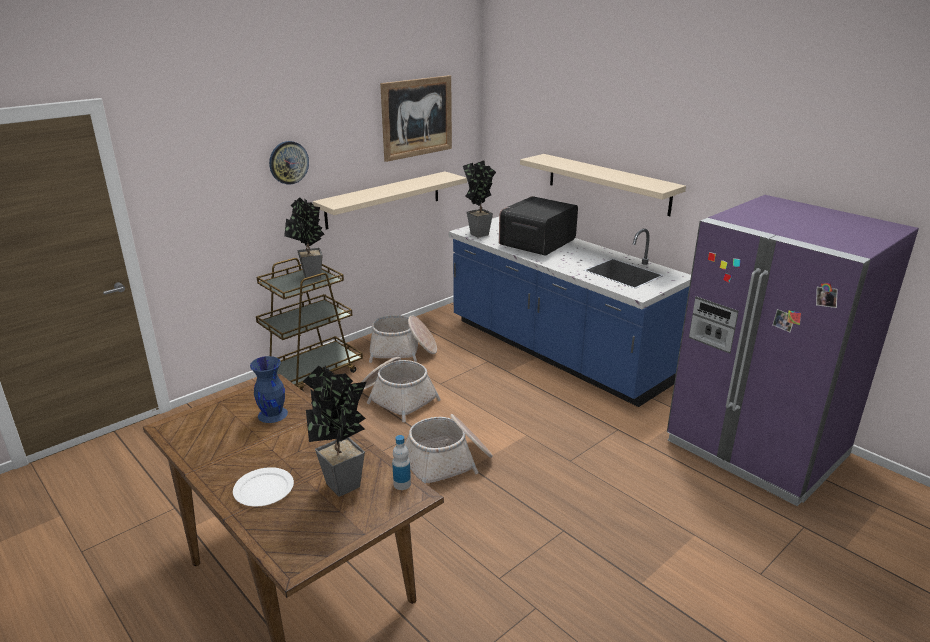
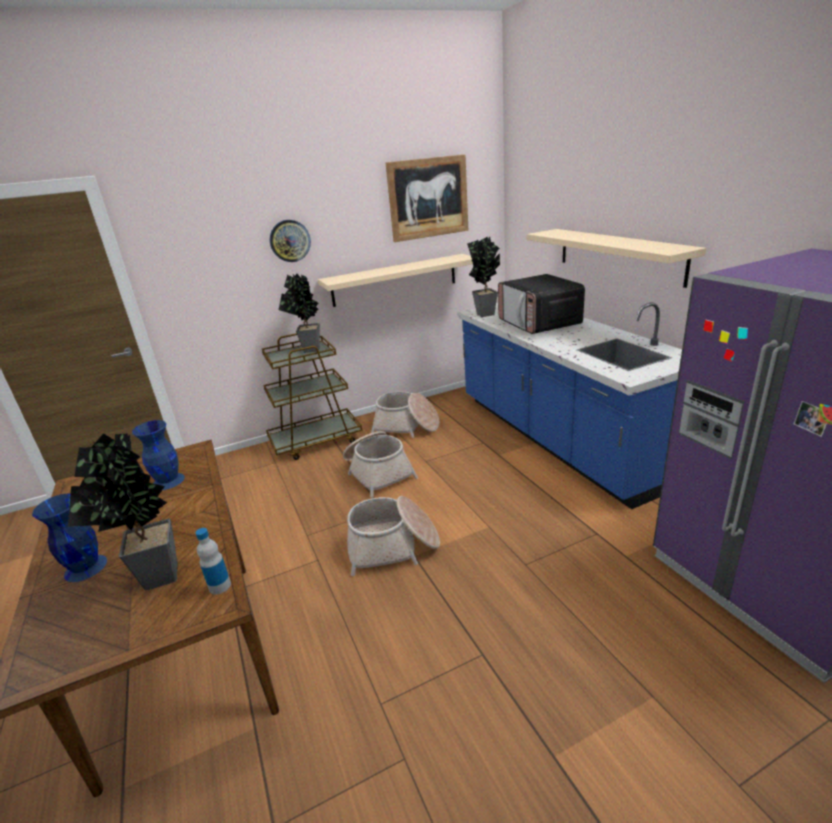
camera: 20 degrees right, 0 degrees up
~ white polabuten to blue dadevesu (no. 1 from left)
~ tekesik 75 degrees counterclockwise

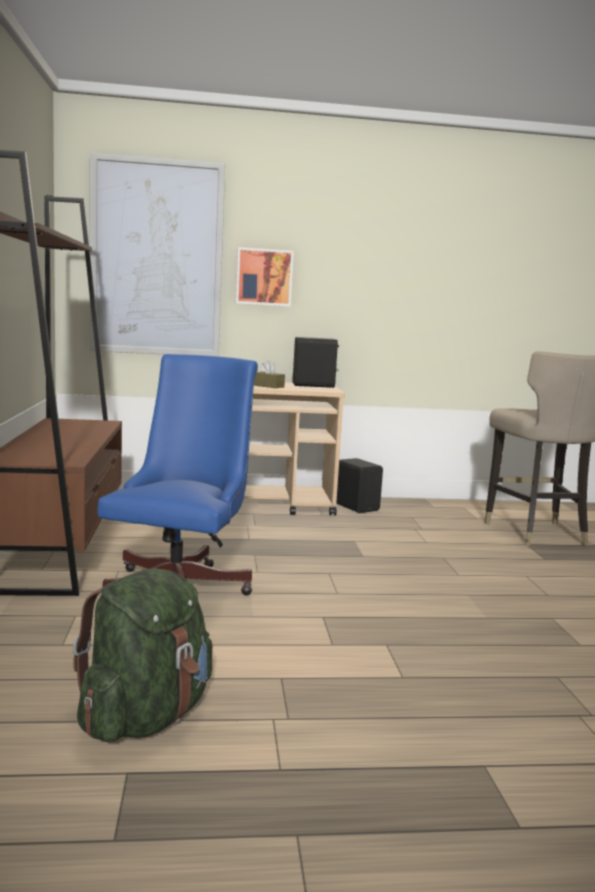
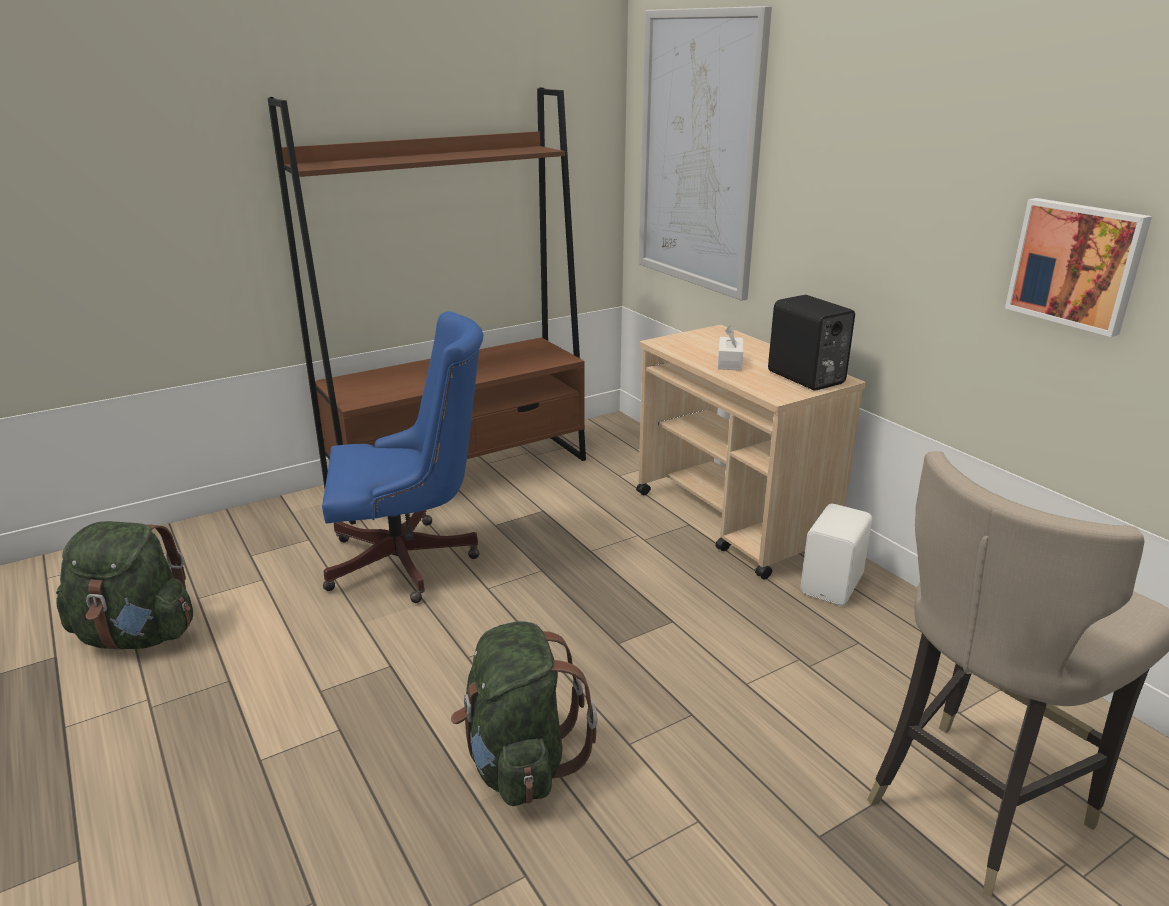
camera: 65 degrees right, 15 degrees up
+ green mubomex (no. 2 from left)
~ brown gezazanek to white gezazanek
~ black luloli (no. 2 from left) to white luloli
~ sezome (no. 2 from left)

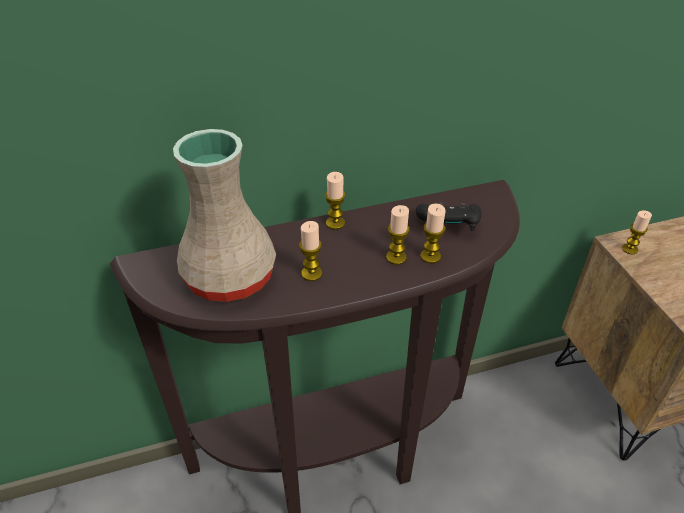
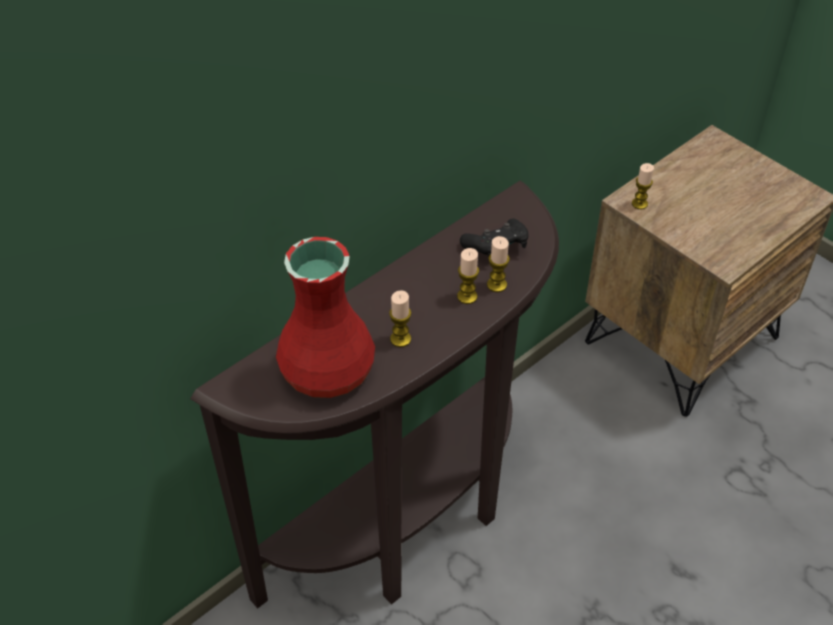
camera: 25 degrees left, 5 degrees up
~ beige dadevesu to red dadevesu
- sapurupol (no. 2 from left)

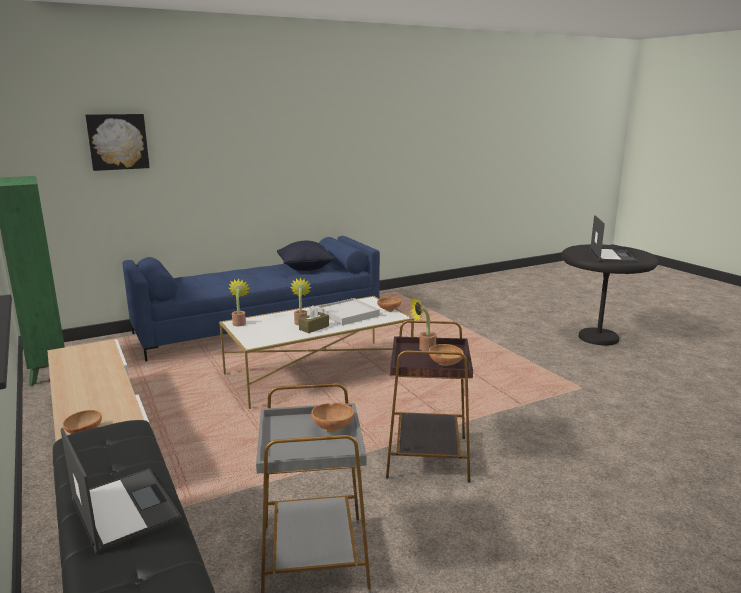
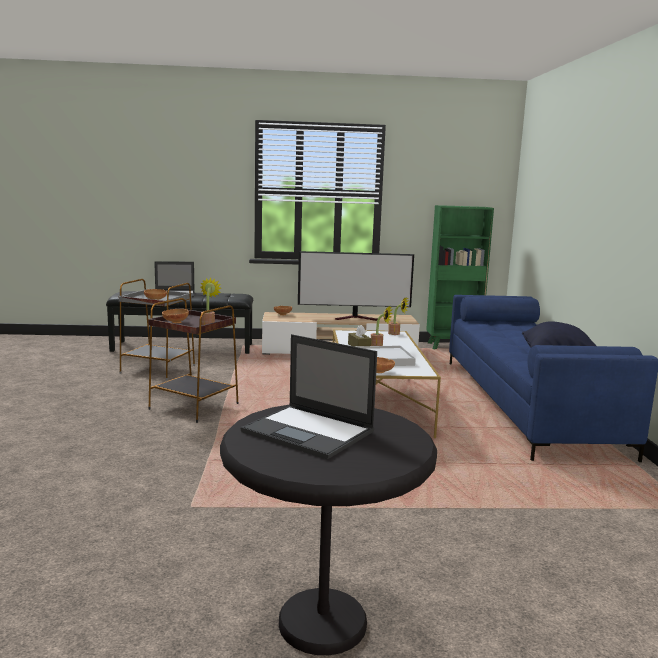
camera: 115 degrees right, 5 degrees down
+ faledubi
- sezome

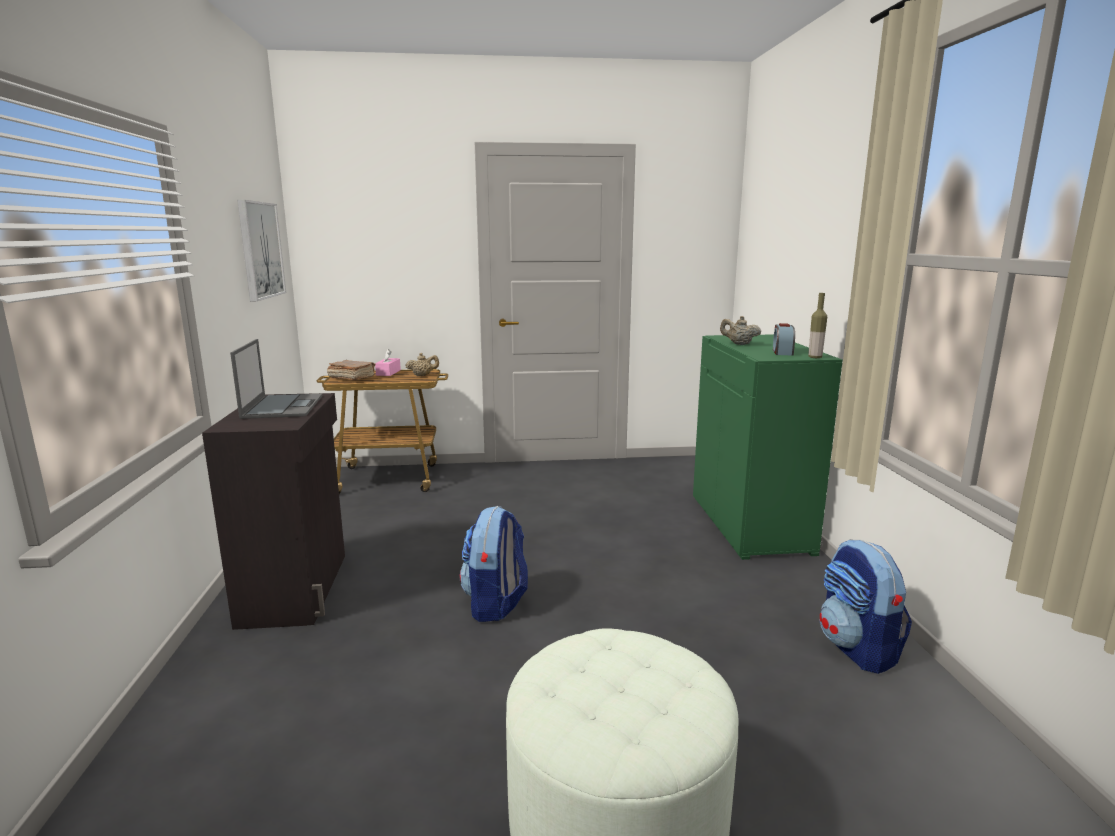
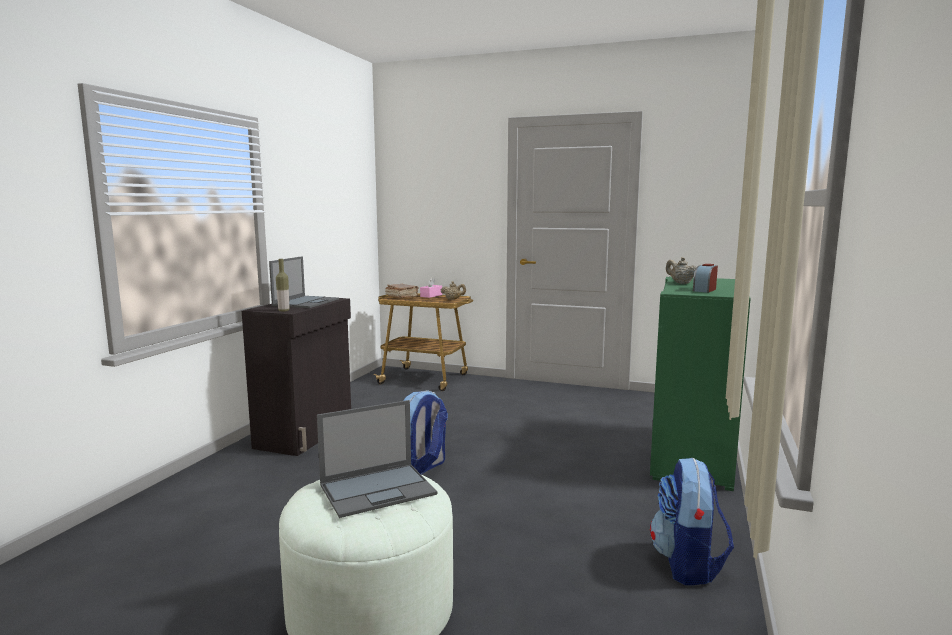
camera: 25 degrees right, 5 degrees down
~ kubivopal
+ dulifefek (no. 2 from left)
- sezome

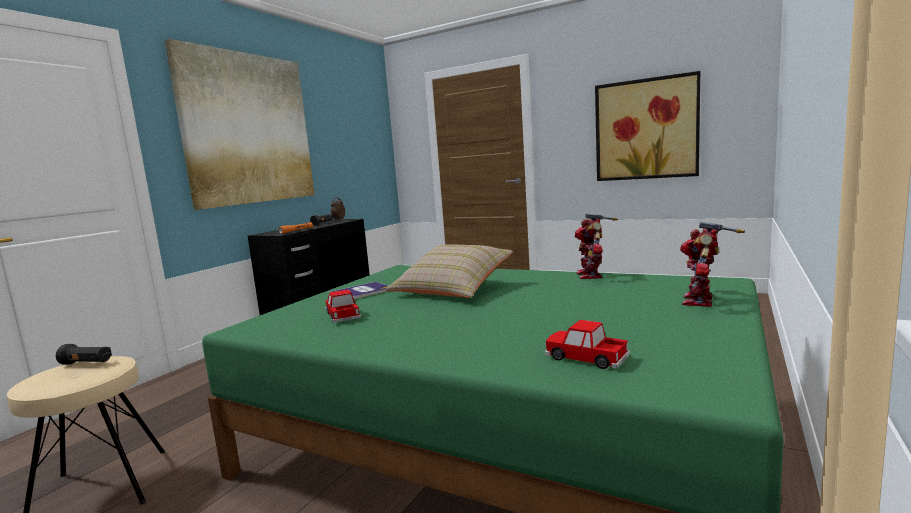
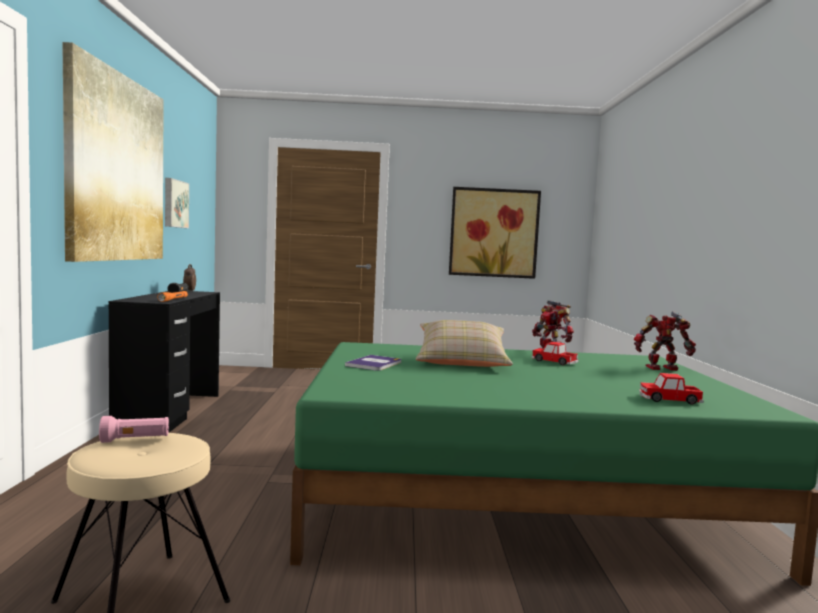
camera: 30 degrees left, 5 degrees down
~ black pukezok (no. 1 from left) to pink pukezok
+ sezome (no. 2 from left)
~ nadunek (no. 1 from left)
~ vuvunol (no. 2 from left) 90 degrees clockwise

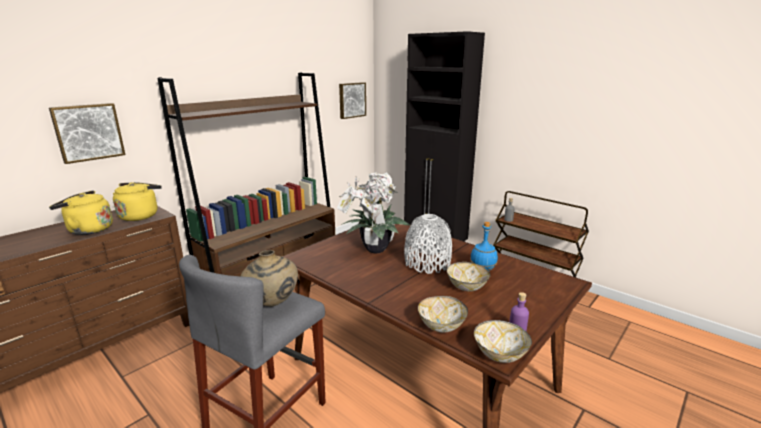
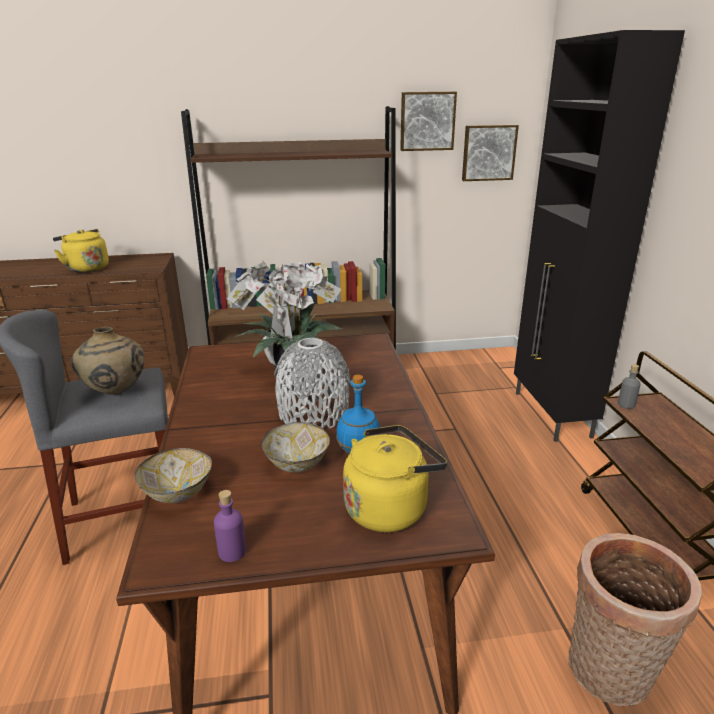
camera: 40 degrees right, 5 degrees up
~ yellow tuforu (no. 2 from left)
~ sezome (no. 1 from left)
+ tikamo
- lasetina (no. 3 from left)

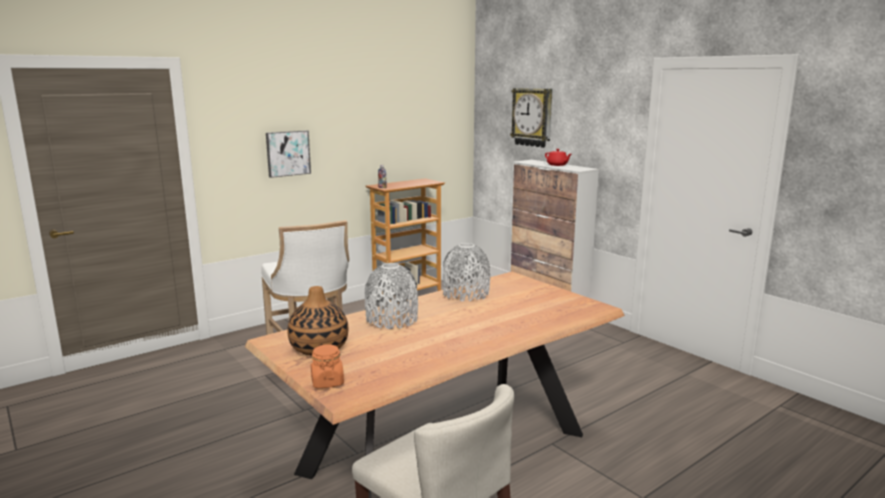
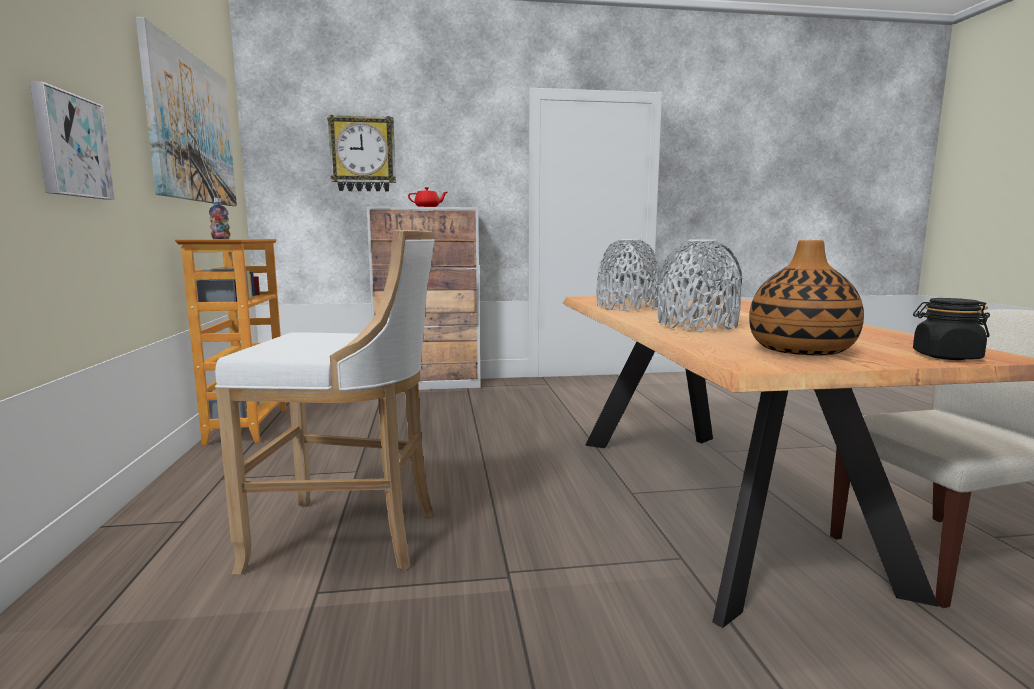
camera: 60 degrees left, 5 degrees down
+ sezome (no. 2 from left)
~ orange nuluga to black nuluga

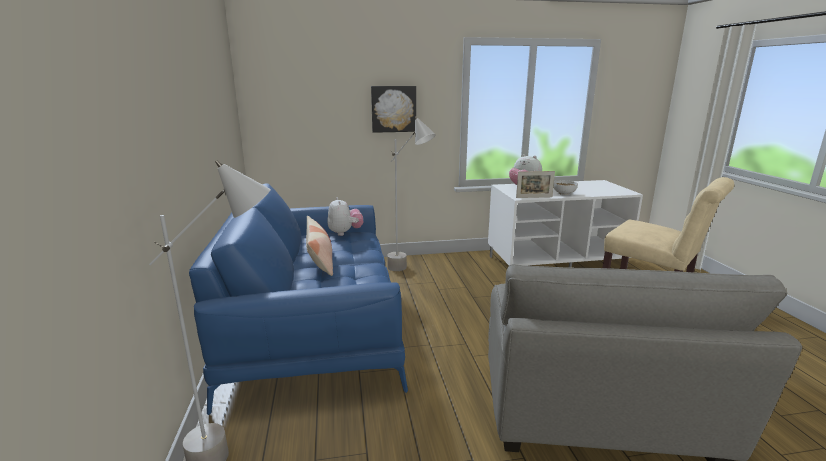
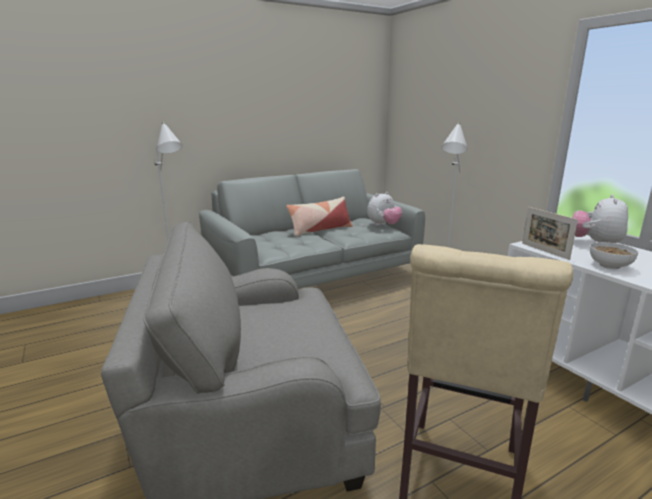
camera: 70 degrees right, 0 degrees up
~ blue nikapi to grey nikapi
- sezome

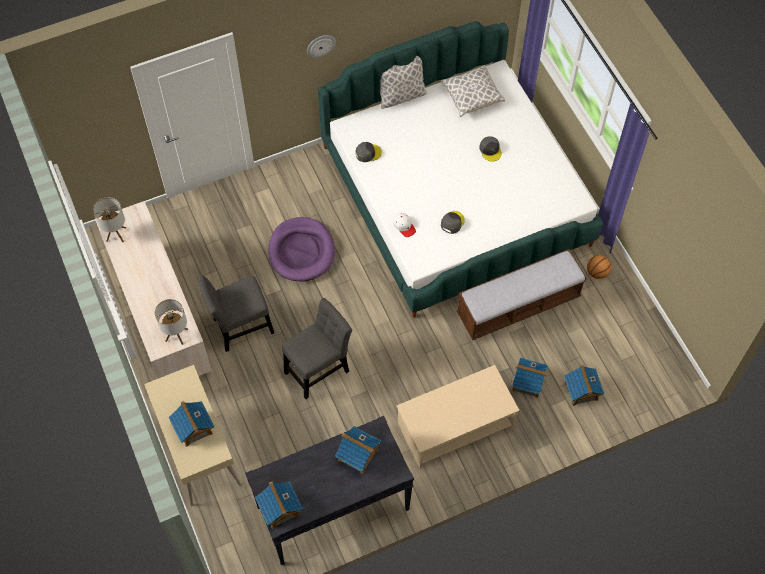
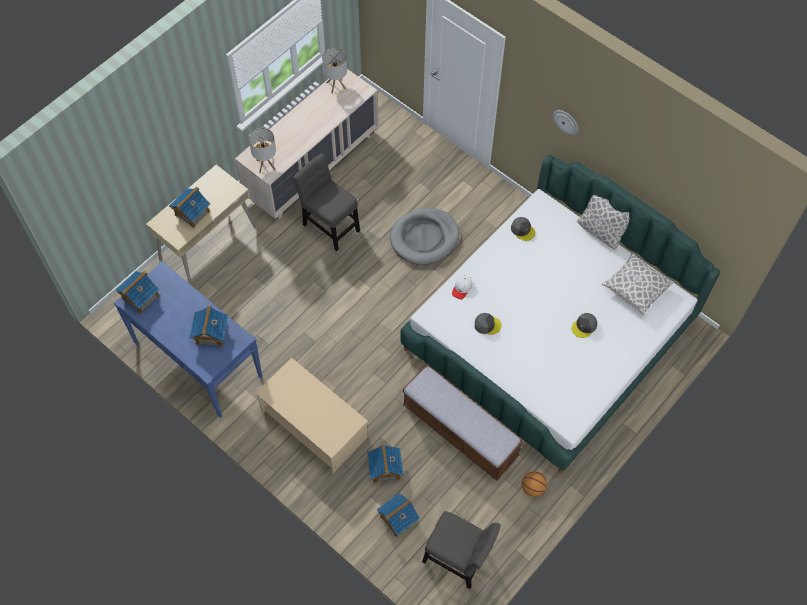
camera: 65 degrees right, 0 degrees up
~ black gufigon to blue gufigon
~ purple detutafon to grey detutafon
~ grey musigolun (no. 2 from left)

